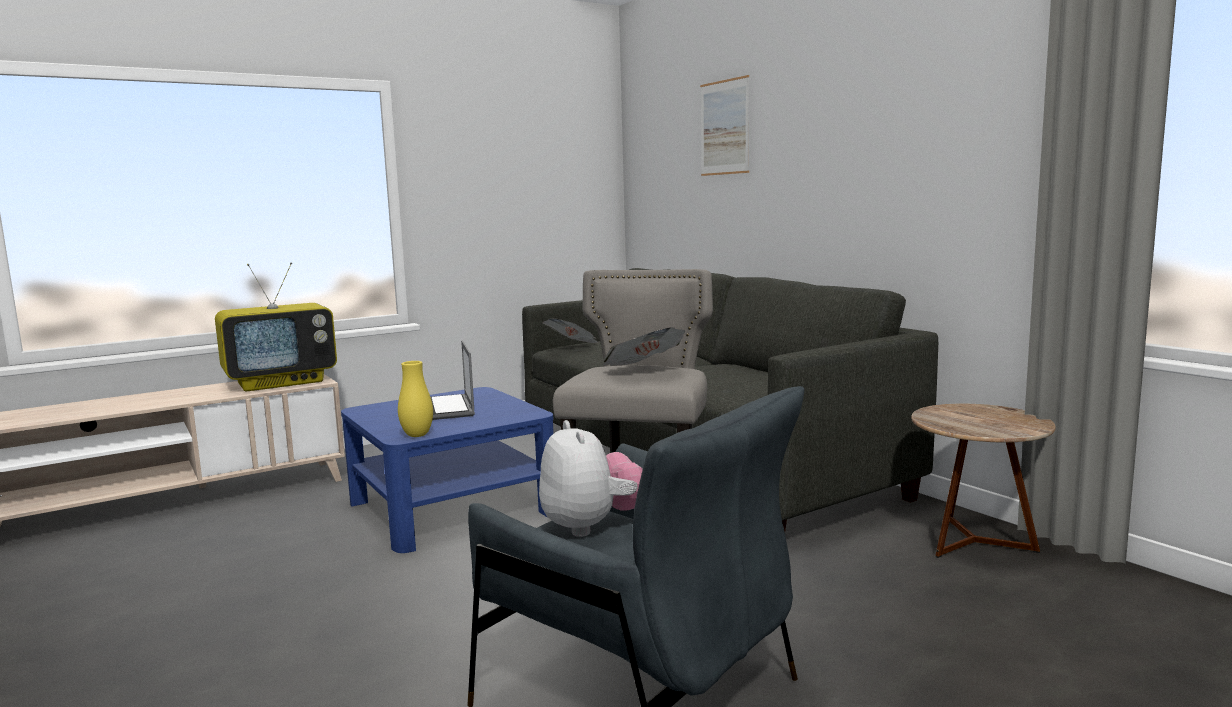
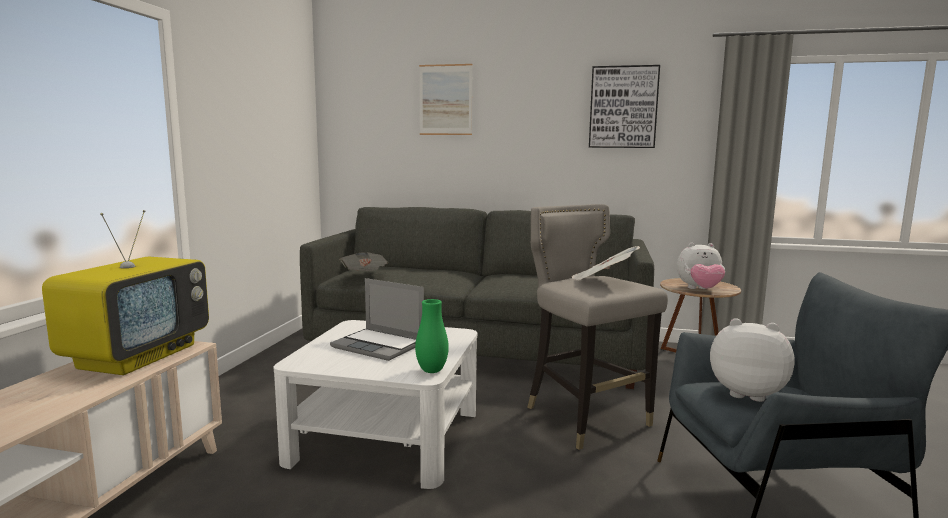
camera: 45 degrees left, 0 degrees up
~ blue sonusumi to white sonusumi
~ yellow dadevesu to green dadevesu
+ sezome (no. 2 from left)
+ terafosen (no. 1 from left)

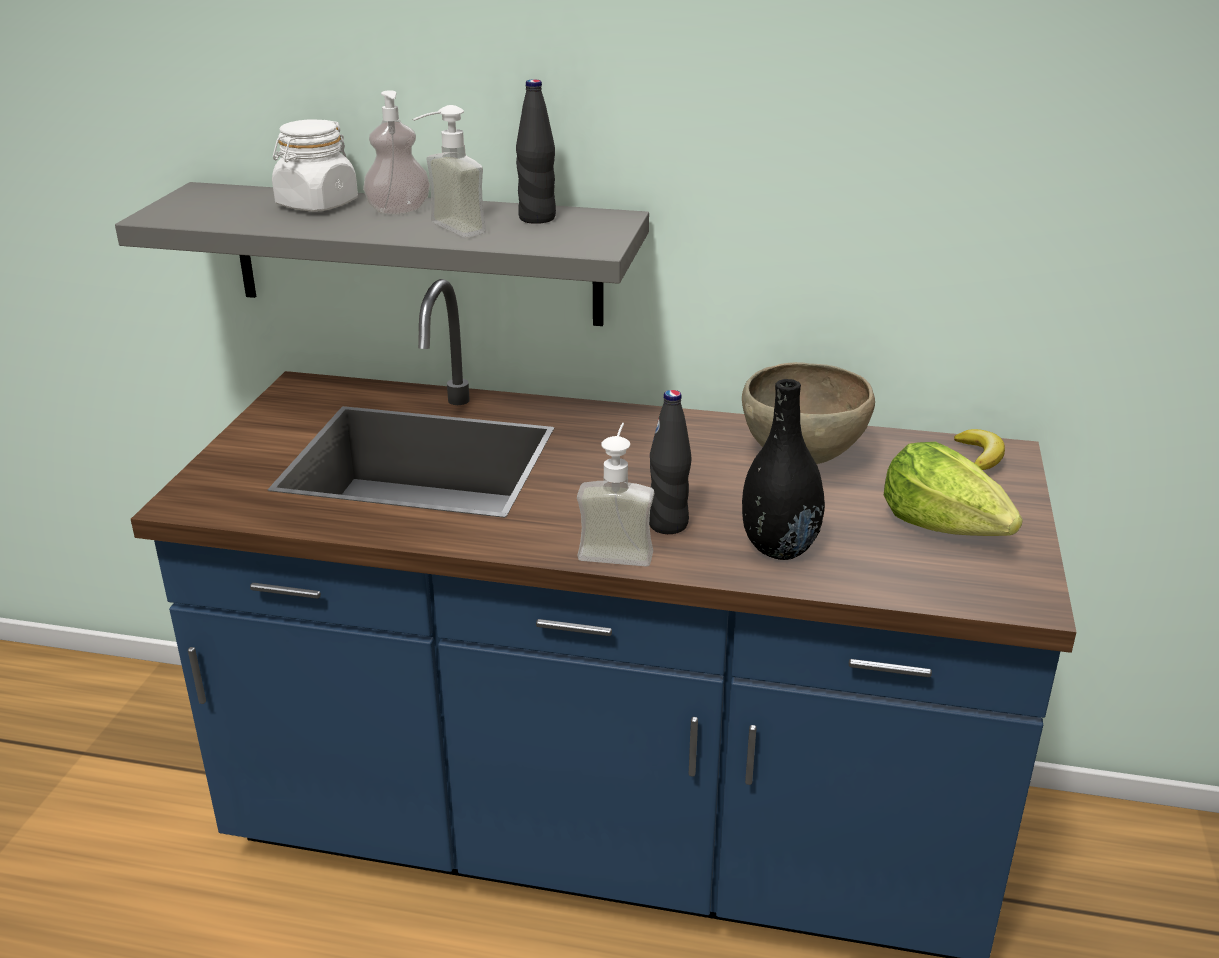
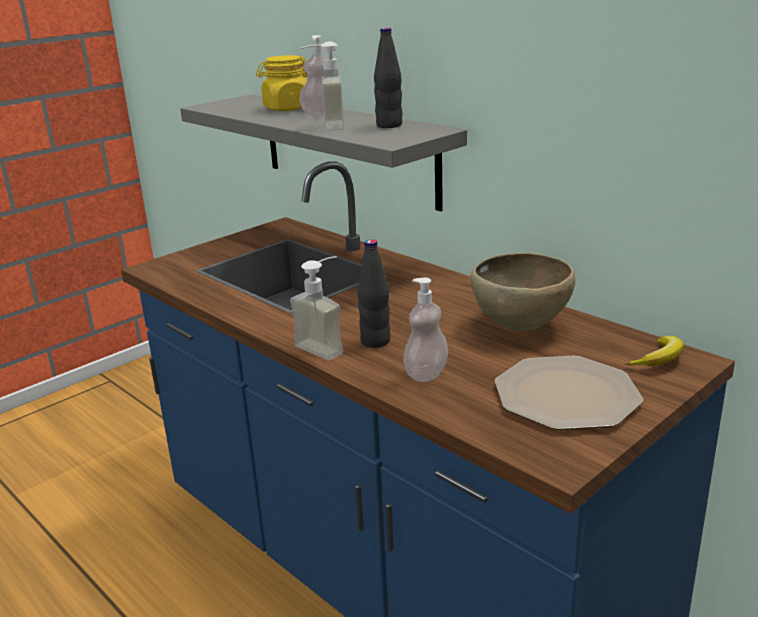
camera: 35 degrees right, 5 degrees down
~ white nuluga to yellow nuluga
~ black dadevesu to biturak (no. 4 from left)
~ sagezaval to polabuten

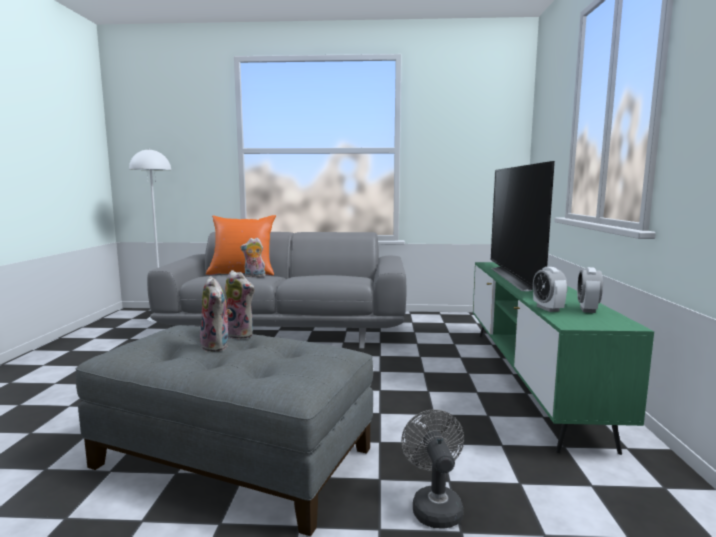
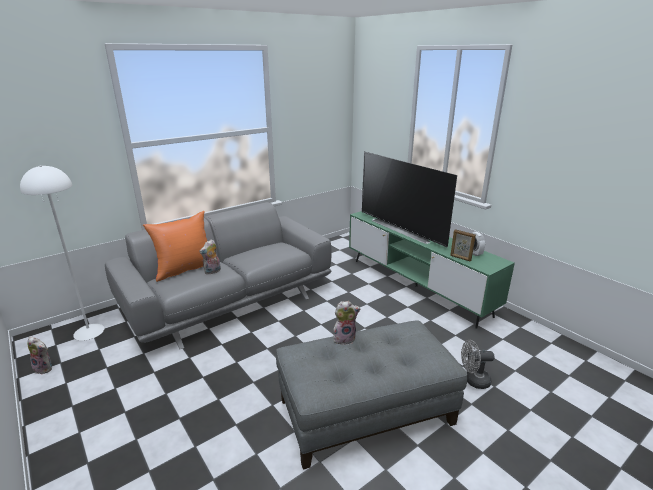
camera: 40 degrees left, 15 degrees up
~ terafosen (no. 1 from left)
~ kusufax (no. 1 from left) to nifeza
~ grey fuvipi 45 degrees counterclockwise

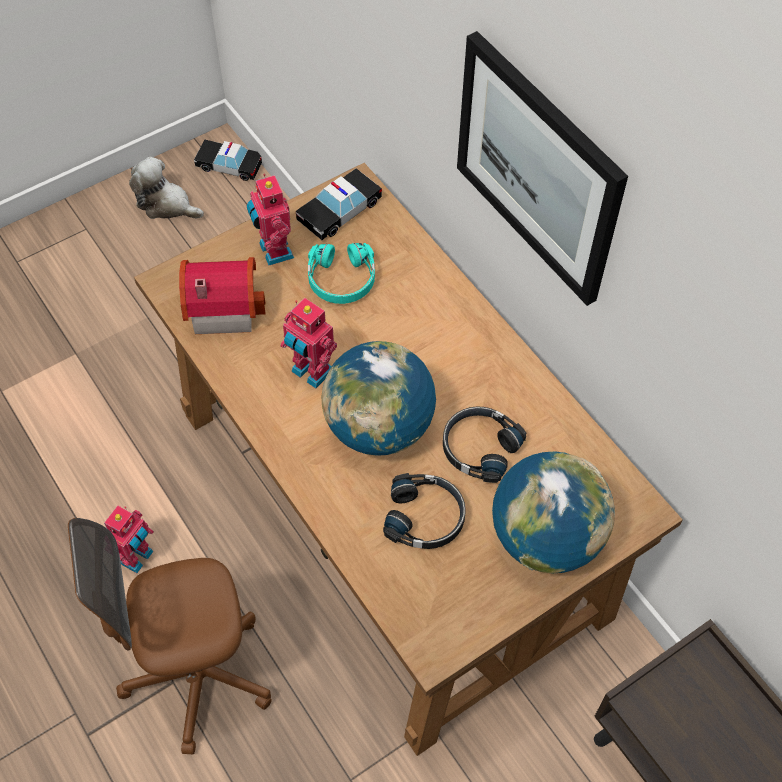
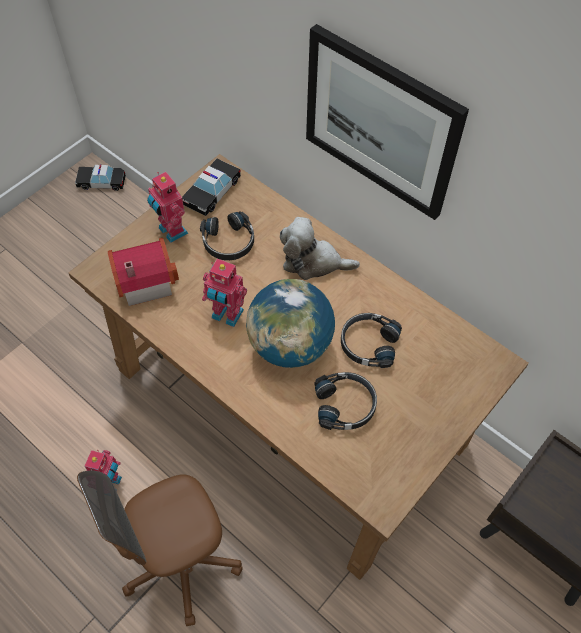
camera: 15 degrees left, 0 degrees up
~ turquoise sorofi to black sorofi (no. 1 from left)
~ terafosen
- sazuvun (no. 2 from left)

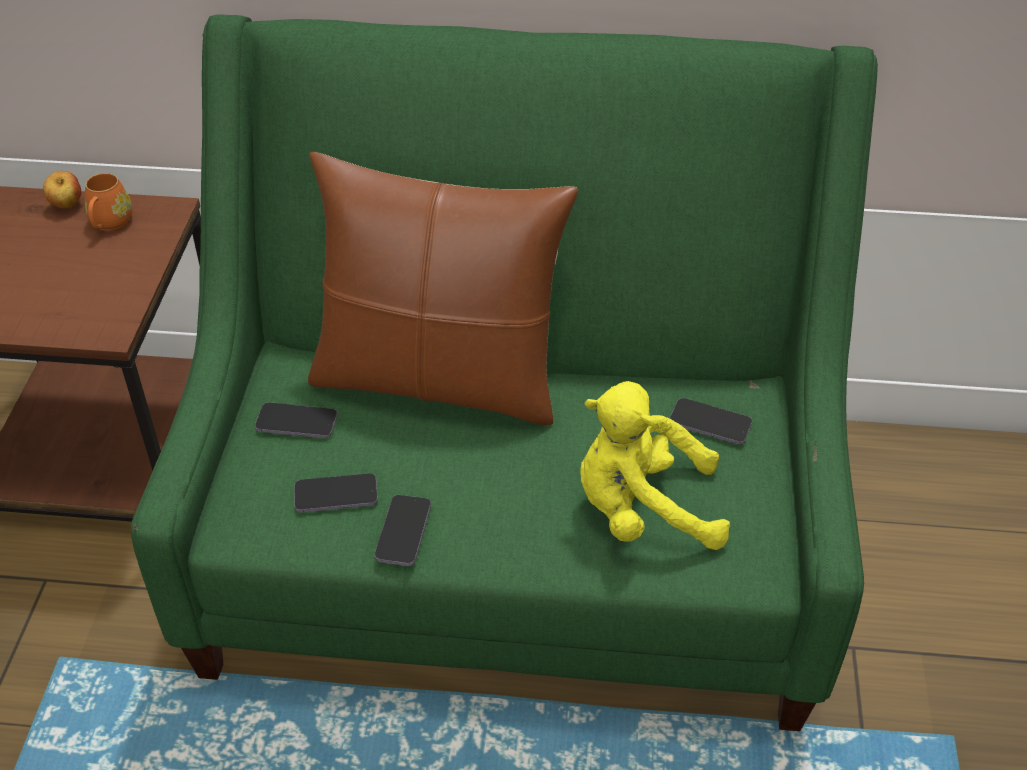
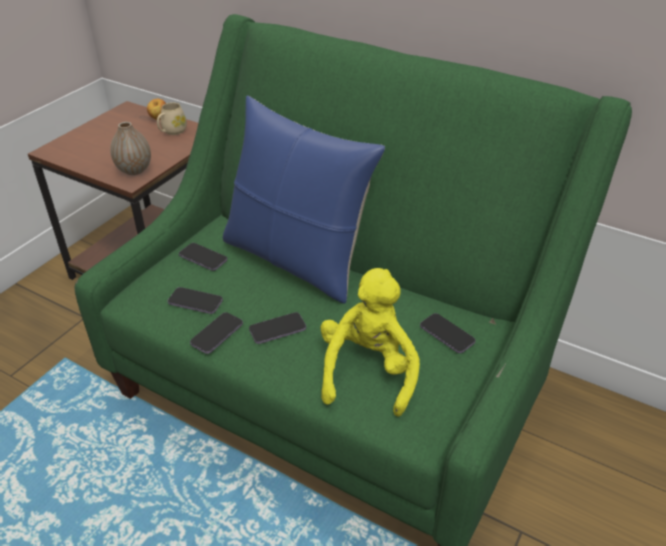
camera: 25 degrees right, 5 degrees down
+ dadevesu
~ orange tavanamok to beige tavanamok
~ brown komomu to blue komomu
+ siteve (no. 4 from left)
~ yellow terafosen 75 degrees clockwise

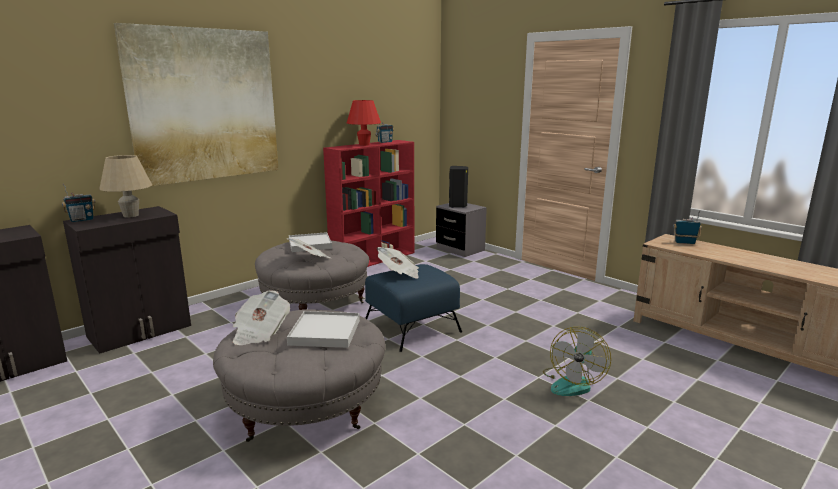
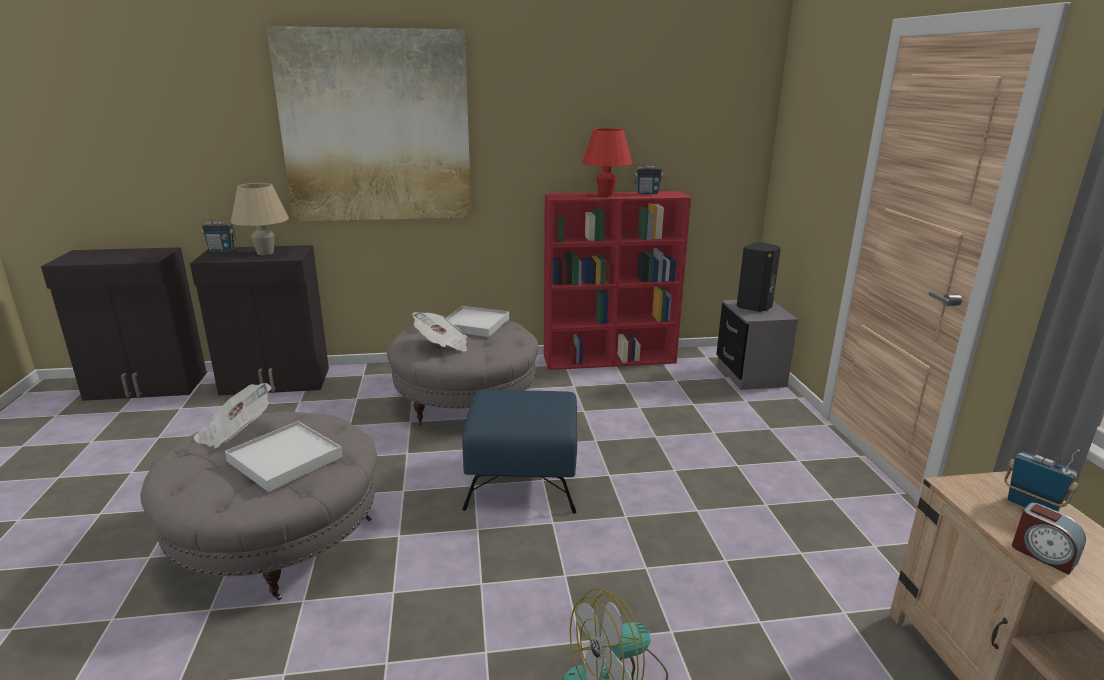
camera: 35 degrees right, 5 degrees up
+ kusufax
- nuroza (no. 3 from left)

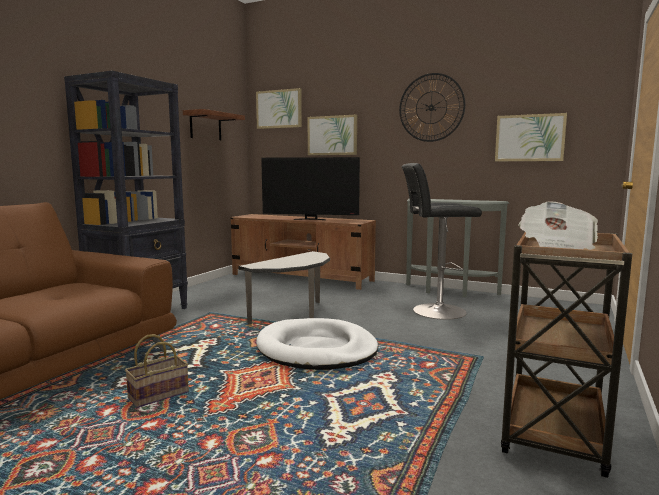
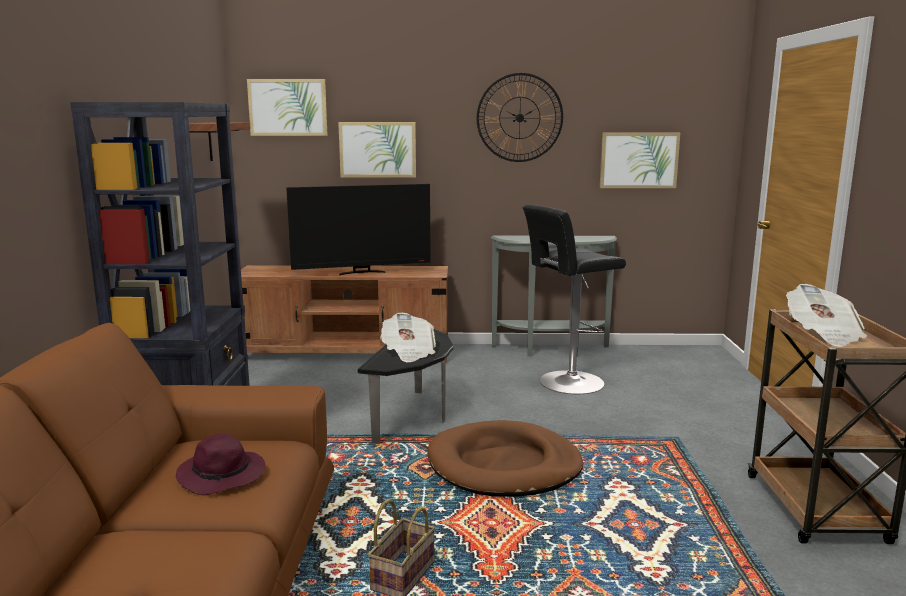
camera: 25 degrees left, 5 degrees up
+ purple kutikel
+ nuroza (no. 1 from left)
~ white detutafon to brown detutafon

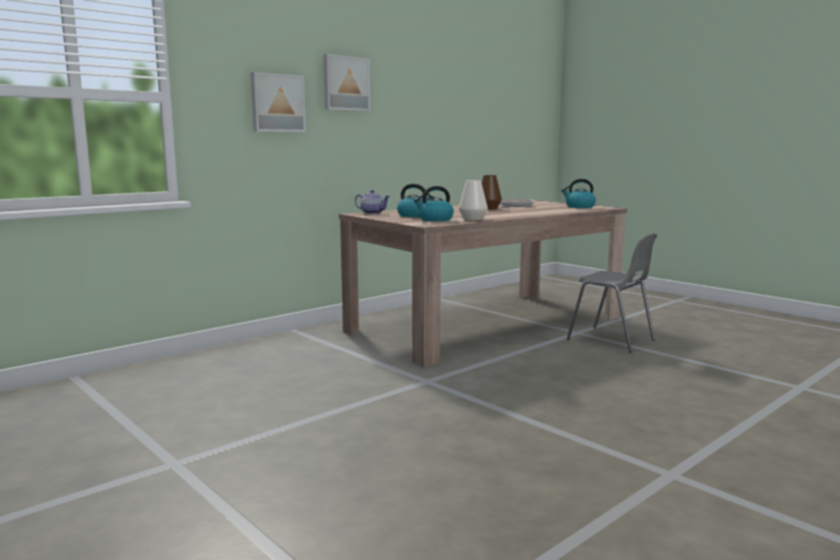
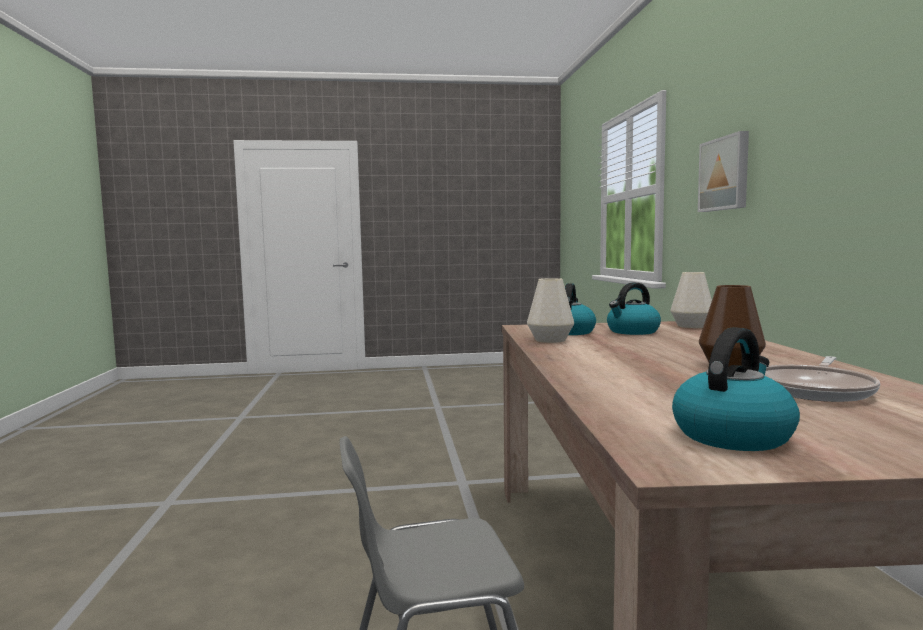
camera: 125 degrees right, 5 degrees down
~ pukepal to white dadevesu (no. 2 from left)
- sezome (no. 2 from left)

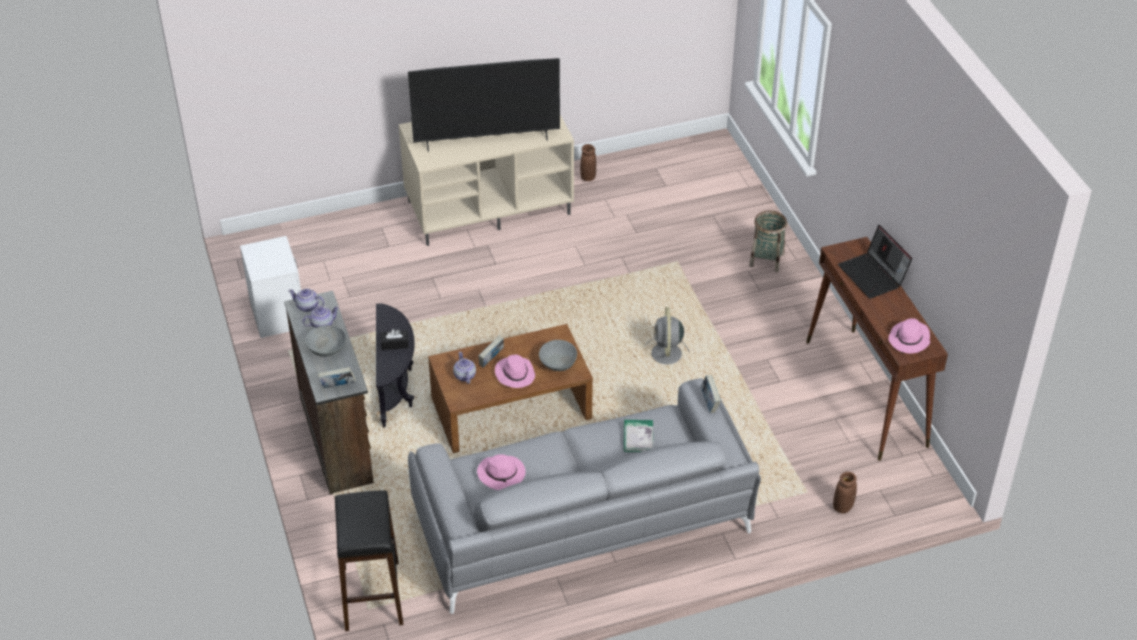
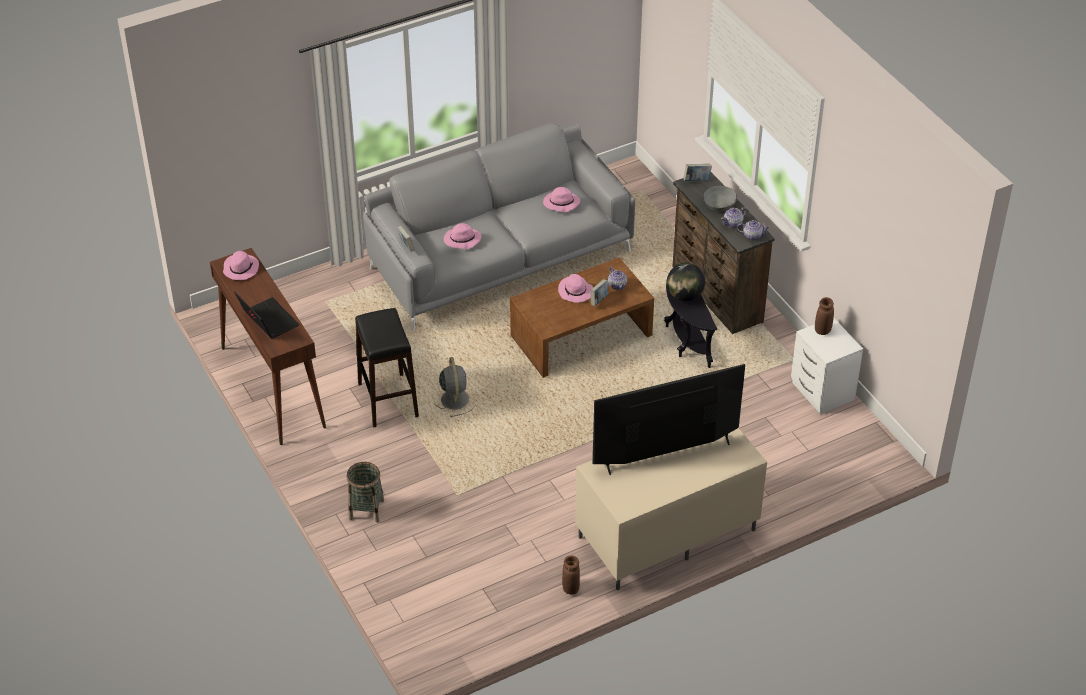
camera: 170 degrees right, 0 degrees up
~ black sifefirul
~ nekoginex (no. 3 from left) to pink kutikel (no. 2 from left)
~ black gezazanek to sazuvun
~ brown dadevesu (no. 2 from left)
- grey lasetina (no. 2 from left)

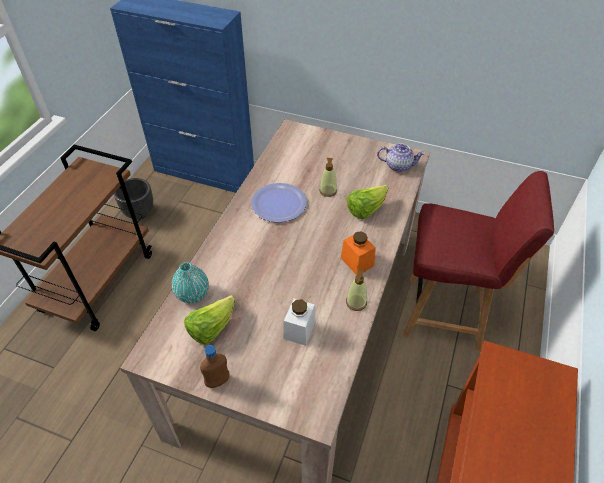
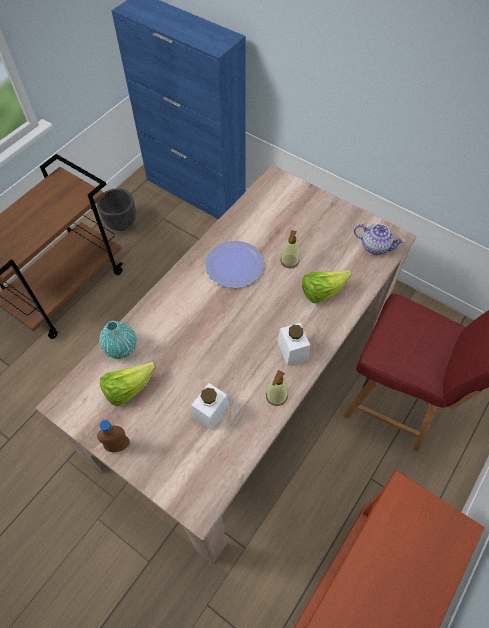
camera: 15 degrees right, 10 degrees up
~ orange nuluga to white nuluga (no. 2 from left)

